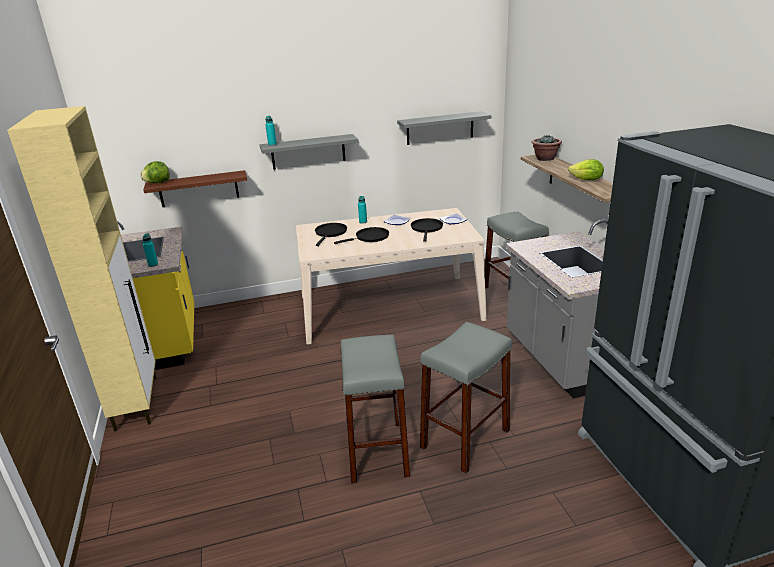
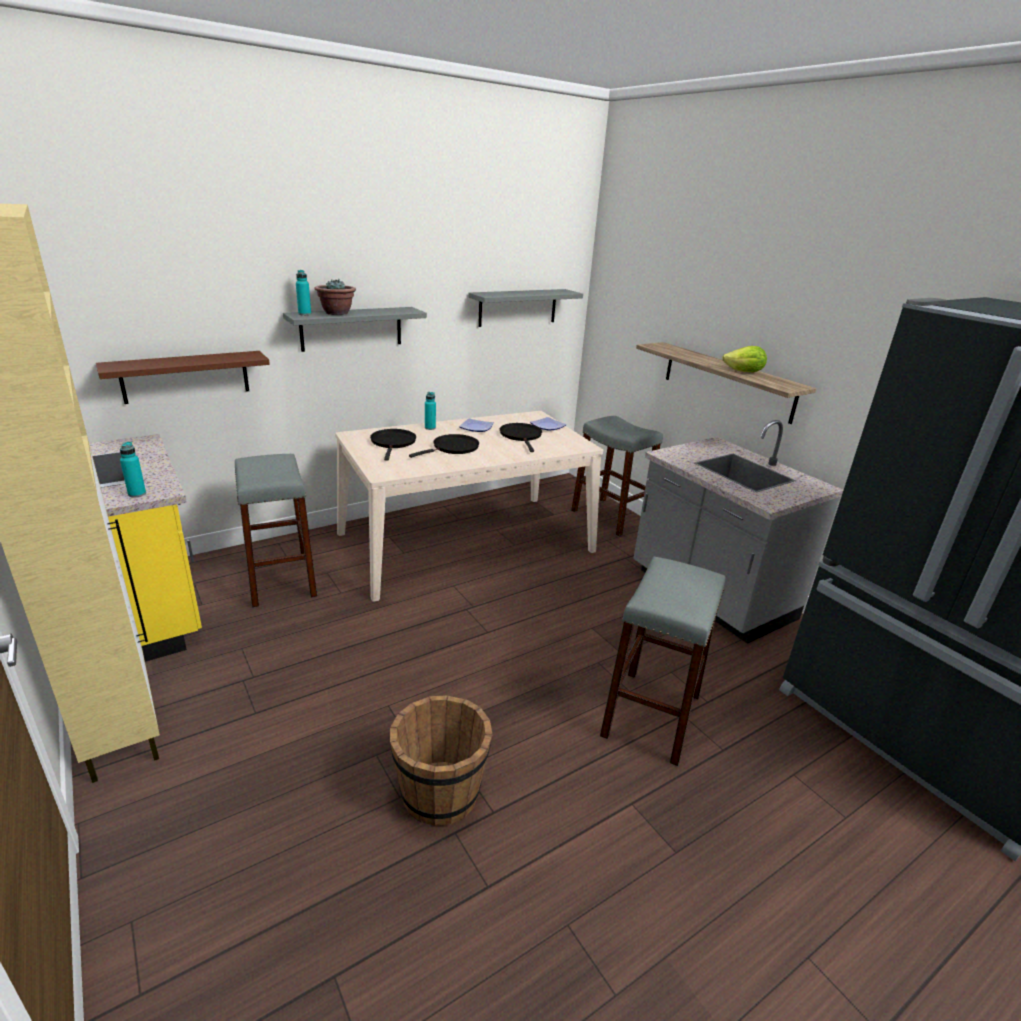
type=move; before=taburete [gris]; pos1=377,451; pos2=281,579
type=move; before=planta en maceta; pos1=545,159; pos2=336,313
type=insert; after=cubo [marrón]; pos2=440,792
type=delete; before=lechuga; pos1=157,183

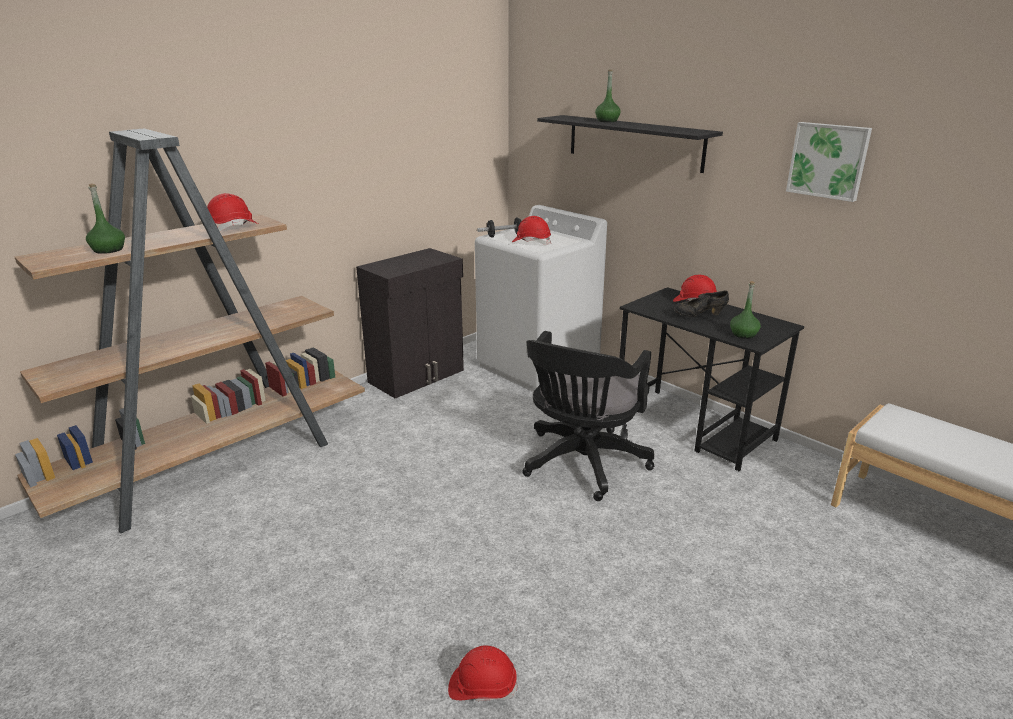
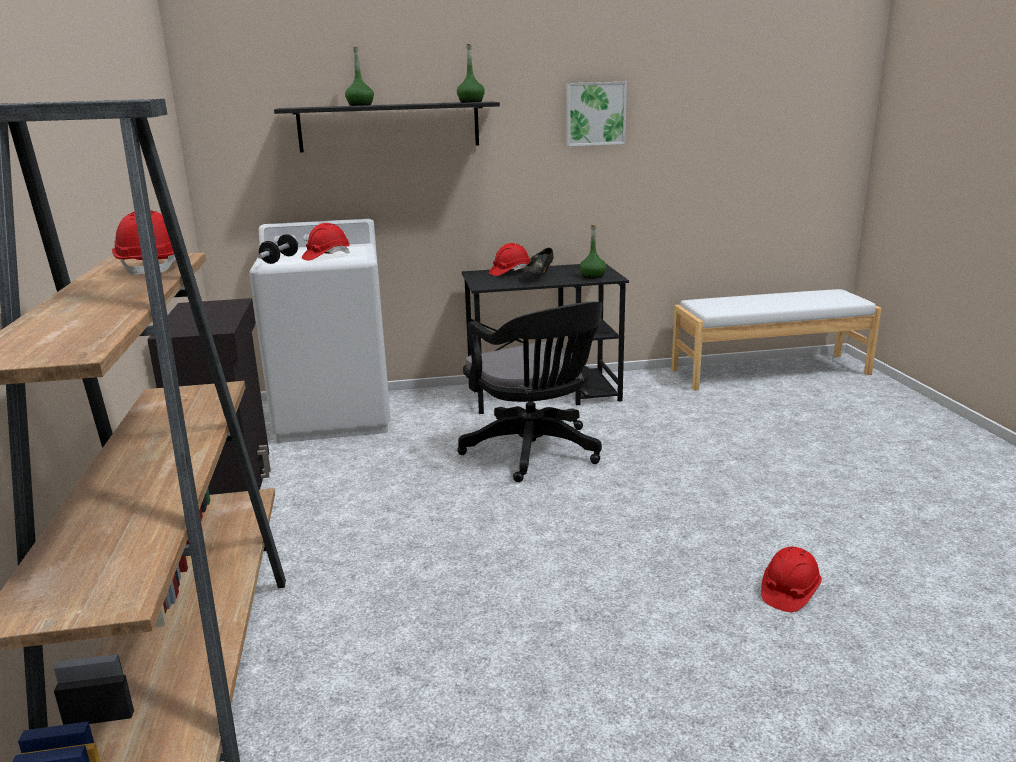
type=move; before=botella [verde]; pos1=109,250; pos2=471,102

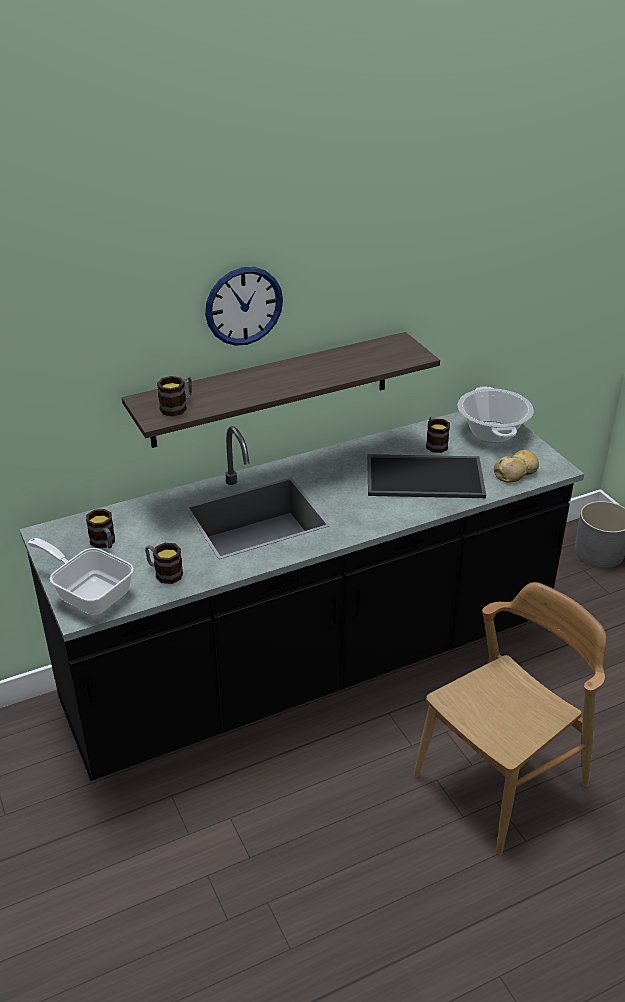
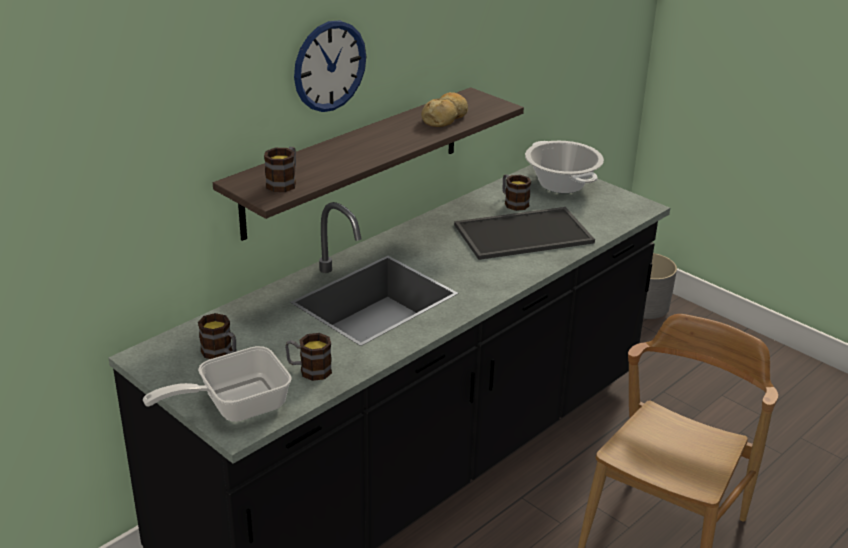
type=rotate; before=sartén; pos1=88,592; pos2=234,405; turn=-45
type=move; before=pan; pos1=516,472; pos2=445,118

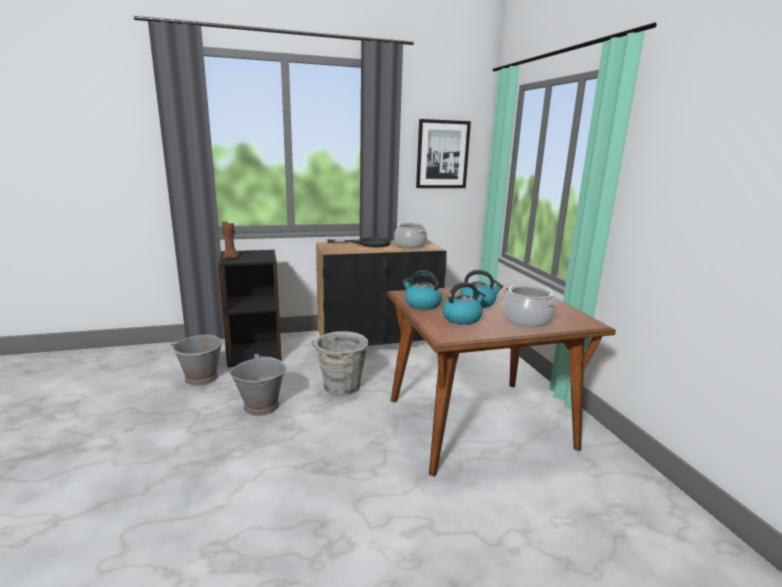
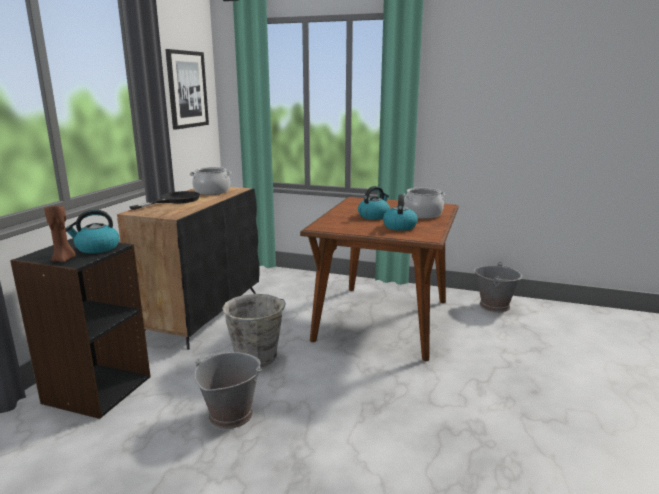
type=move; before=hervidor; pos1=422,304; pos2=97,248
type=move; before=cubo [gris]; pos1=202,378; pos2=494,306

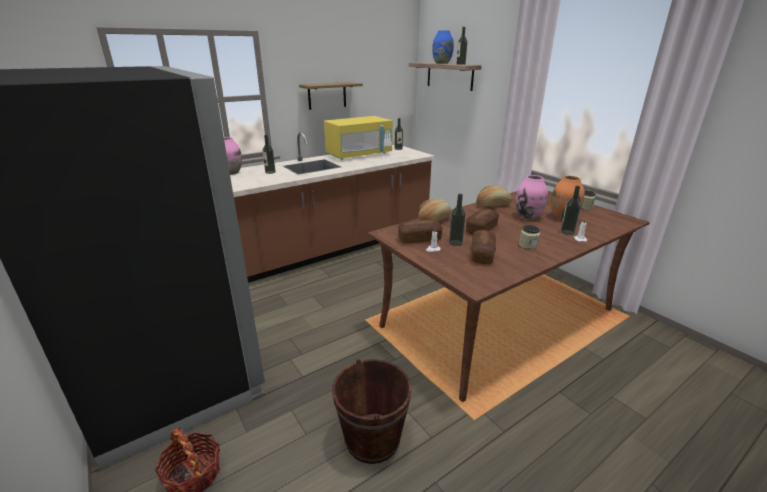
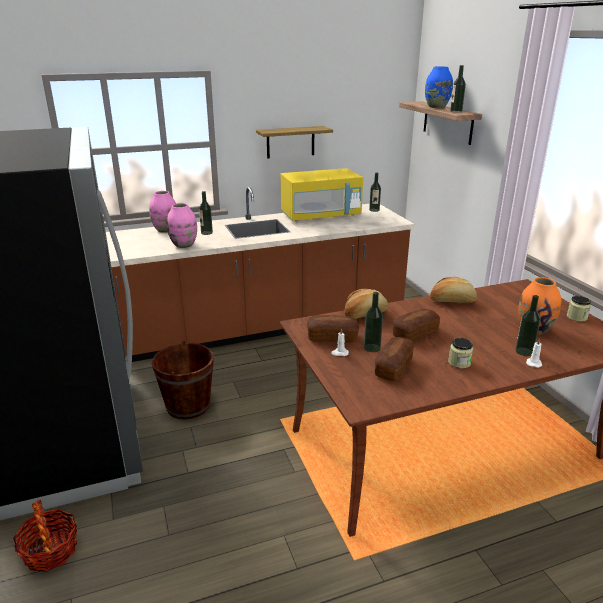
type=move; before=cubo [marrón]; pos1=372,439; pos2=188,406
type=move; before=florero [rosa]; pos1=528,216; pos2=184,245

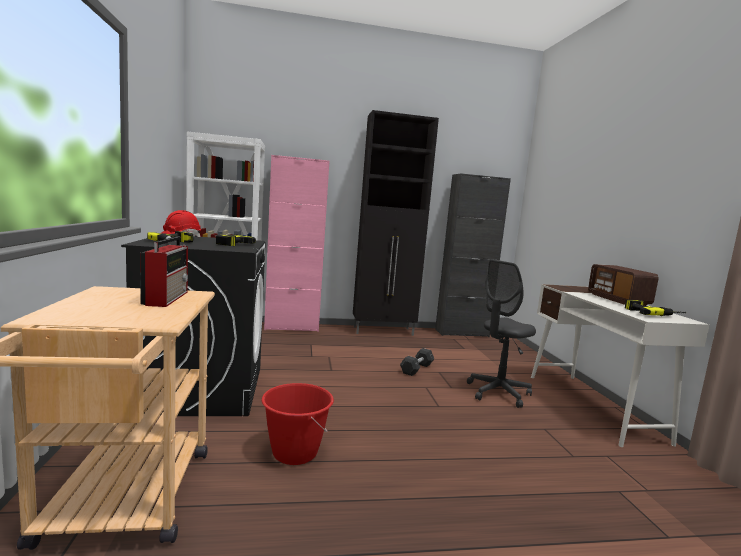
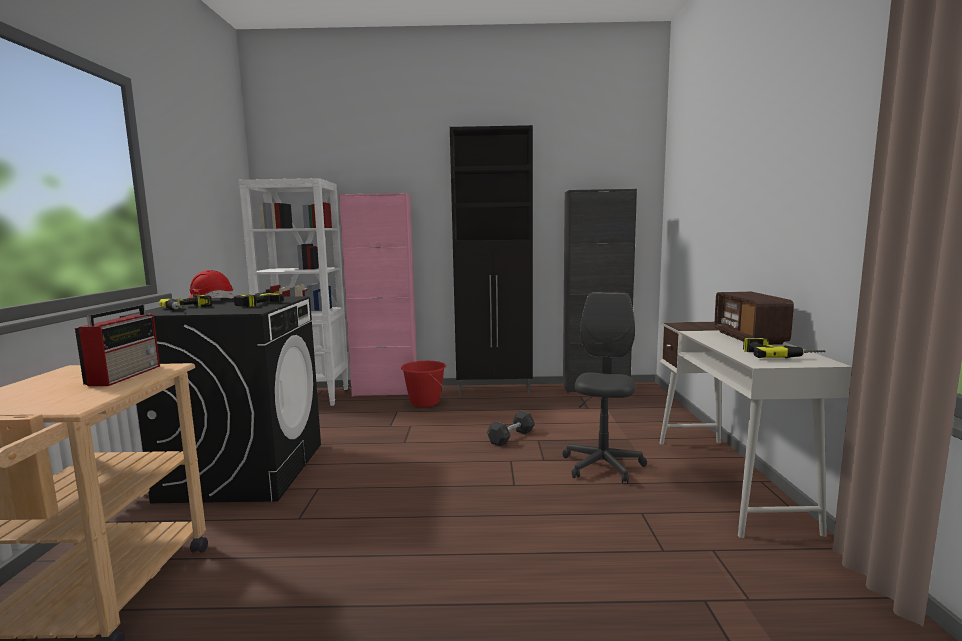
type=move; before=cubo [rojo]; pos1=294,452; pos2=424,402
type=rotate; before=silla de oficina [gris]; pos1=498,393; pos2=602,466; turn=135

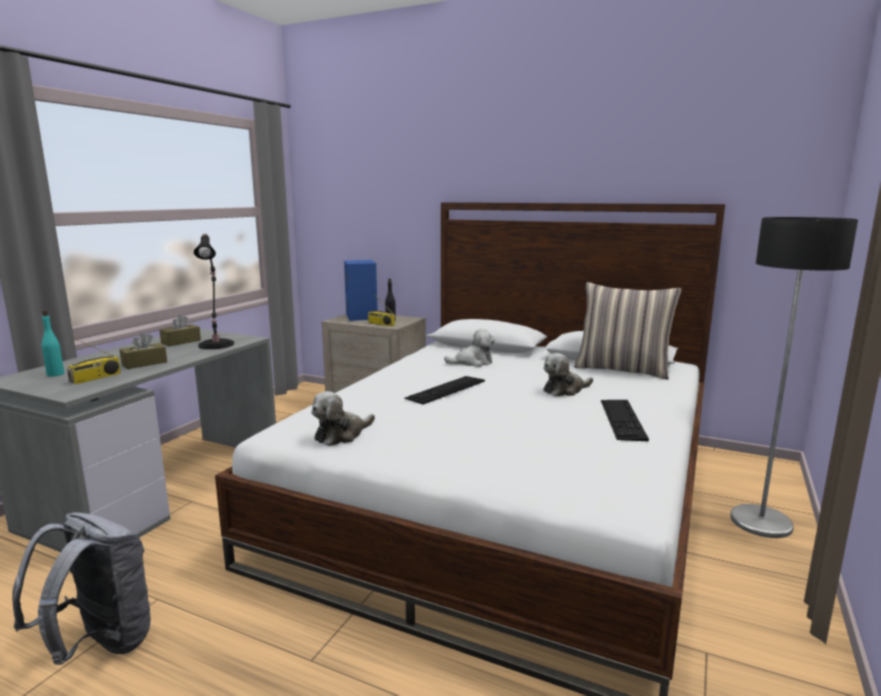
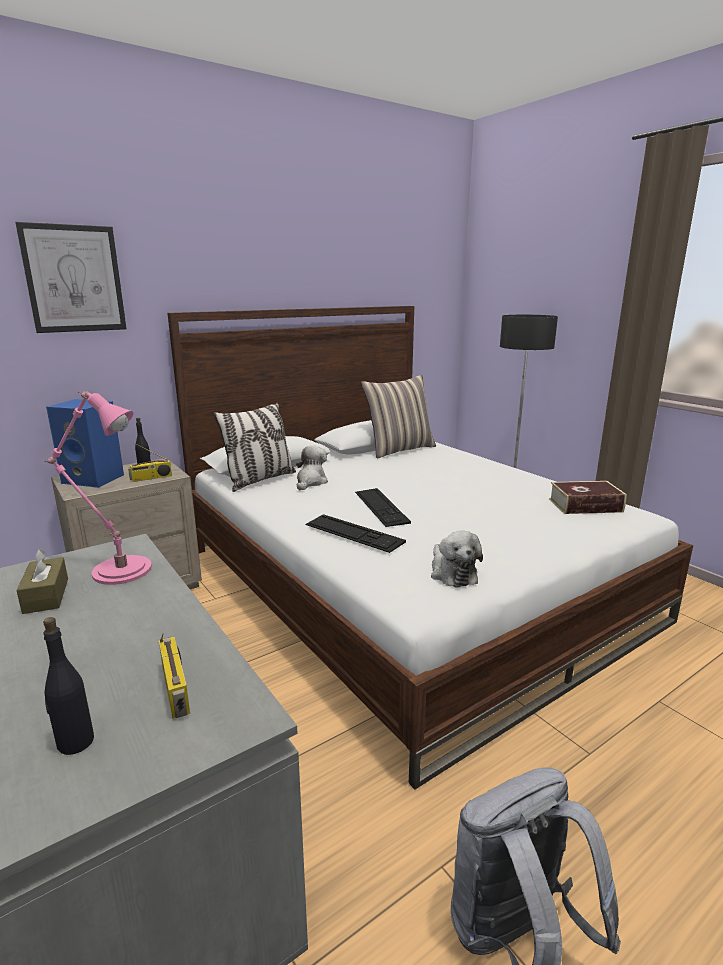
type=insert; after=cuadro; pos2=74,279
type=recolor; before=botella [turquesa]; after=botella [negro]; pos1=55,374; pos2=75,742
type=recolor; before=lámpara de mesa [negro]; after=lámpara de mesa [rosa]; pos1=217,344; pos2=118,569
type=insert; after=cojín; pos2=260,480
type=move; before=teclado; pos1=622,419; pos2=354,533
type=insert; after=libro; pos2=585,505
type=delete; before=caja de pañuelos [marrón]; pos1=144,363
type=delete; before=peluche; pos1=565,390

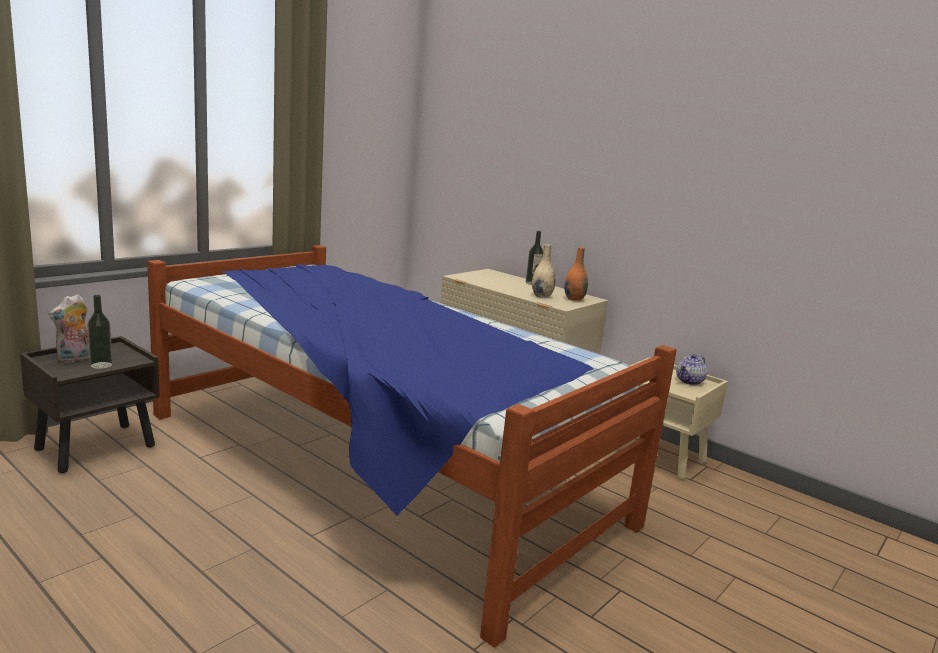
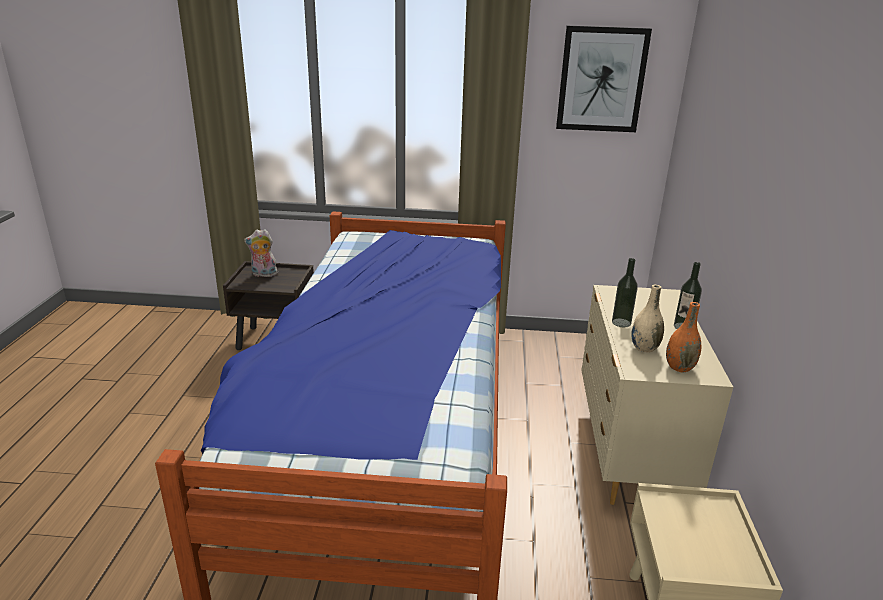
type=insert; after=cuadro; pos2=601,79
type=move; before=botella; pos1=101,365; pos2=621,323
type=delete; before=tetera; pos1=689,381

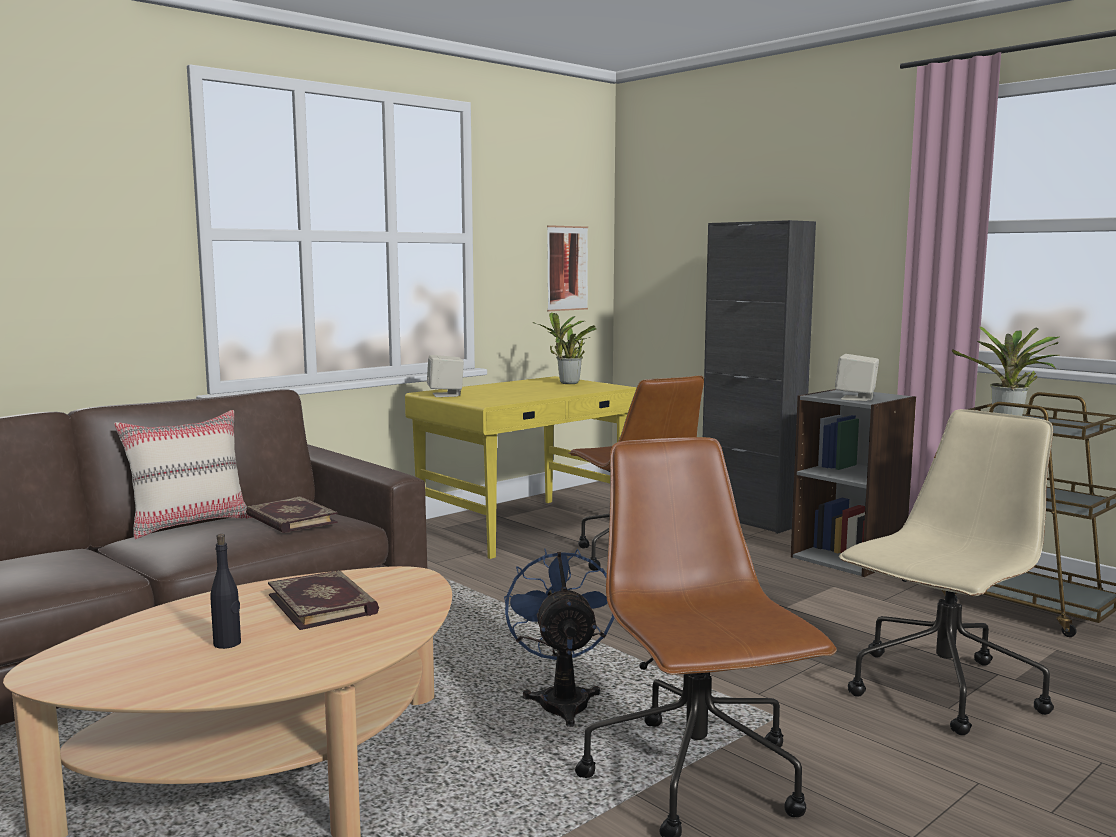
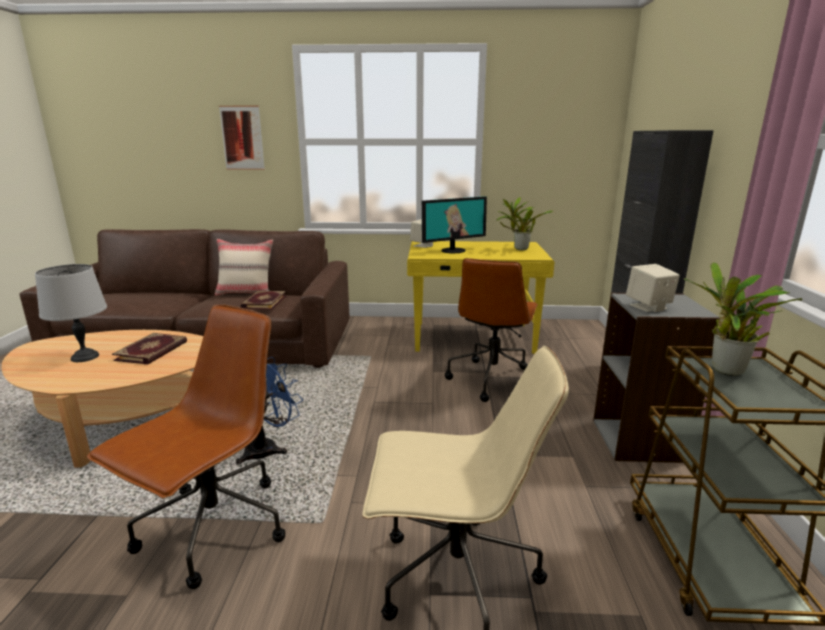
type=replace; before=botella [negro]; after=lámpara de mesa [gris]; pos1=227,643; pos2=85,356
type=move; before=cuadro; pos1=567,268; pos2=242,138
type=insert; after=monitor; pos2=453,250

